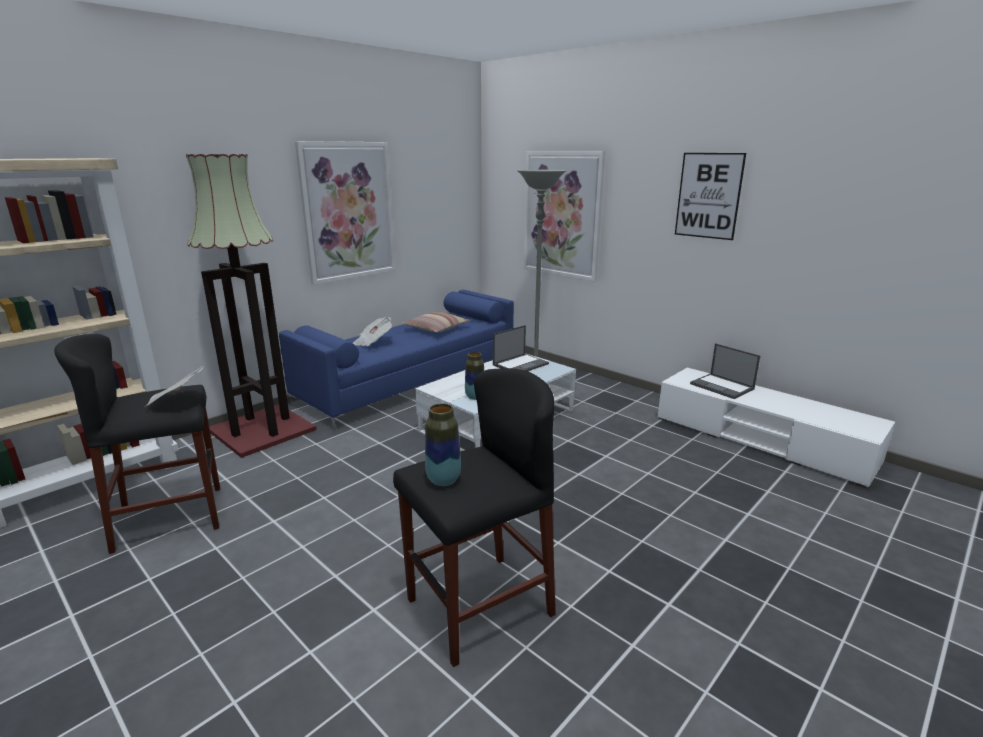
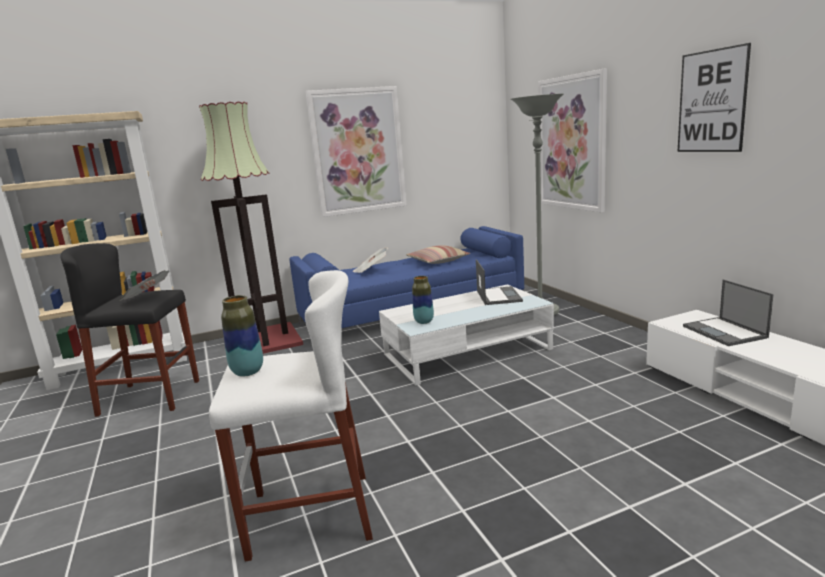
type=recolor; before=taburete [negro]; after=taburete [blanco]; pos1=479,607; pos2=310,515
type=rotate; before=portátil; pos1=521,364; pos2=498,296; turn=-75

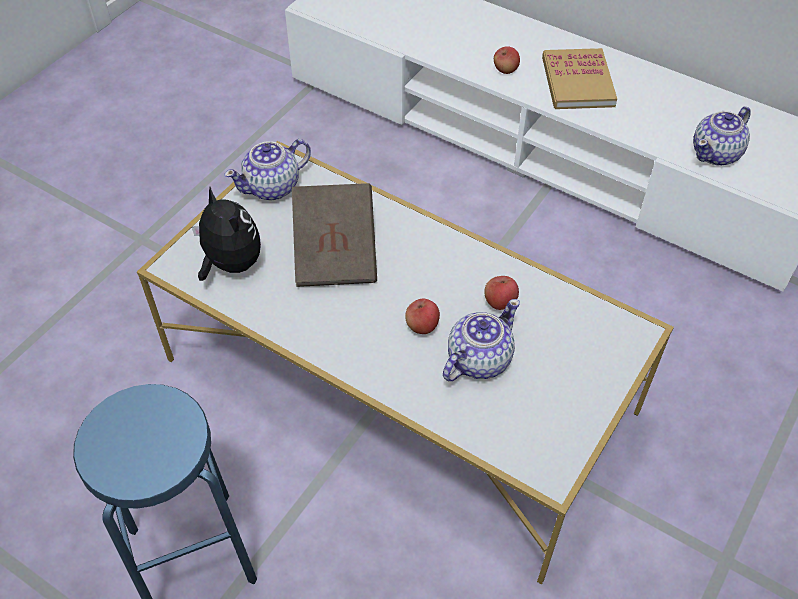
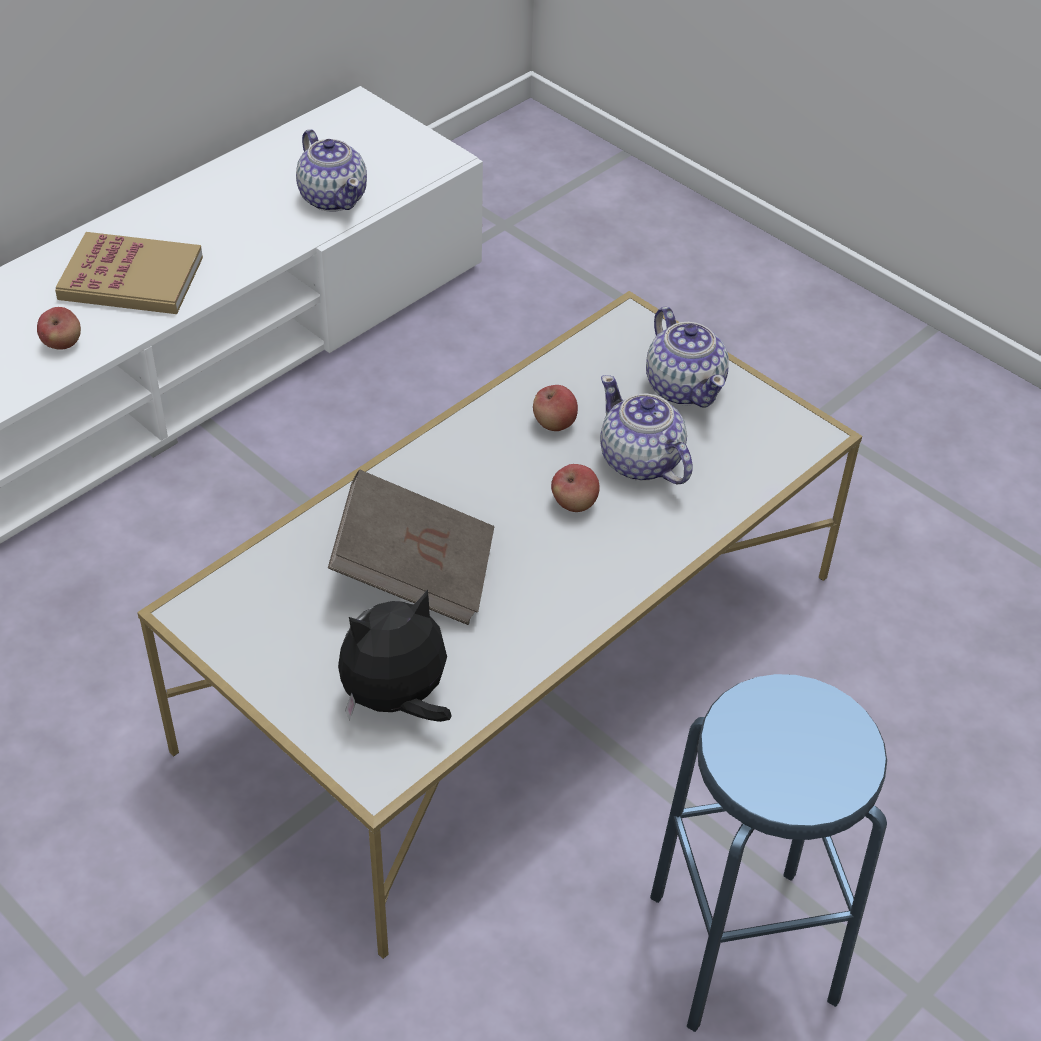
type=move; before=tetera; pos1=273,187; pos2=684,386

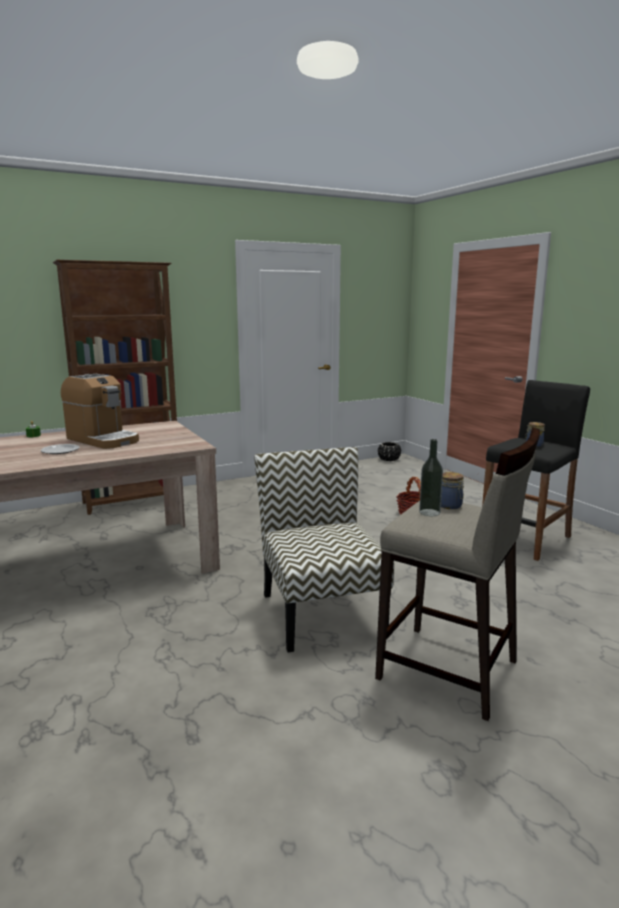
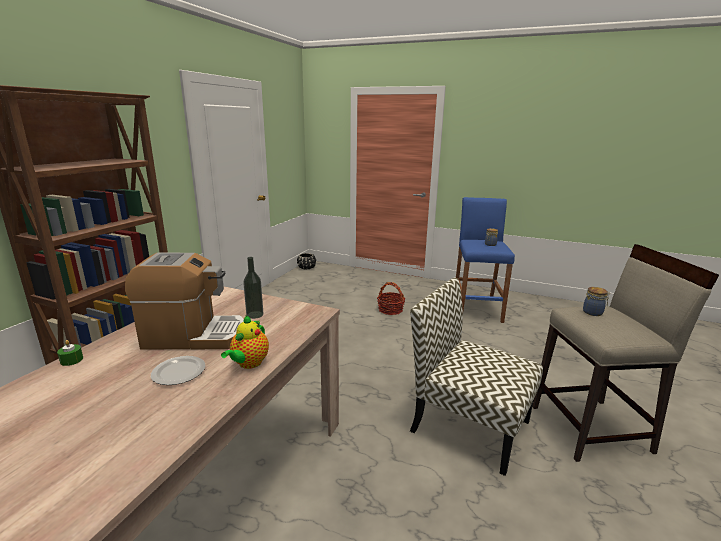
type=insert; after=tetera; pos2=249,364
type=move; before=botella; pos1=429,512; pos2=255,315
type=recolor; before=taburete [negro]; after=taburete [azul]; pos1=526,539; pos2=476,309

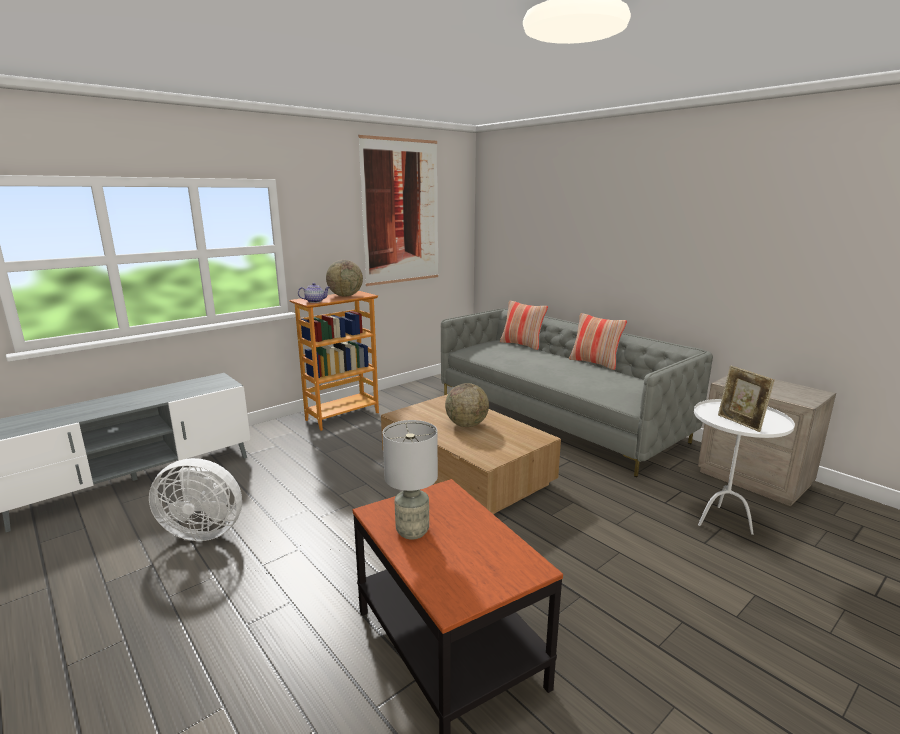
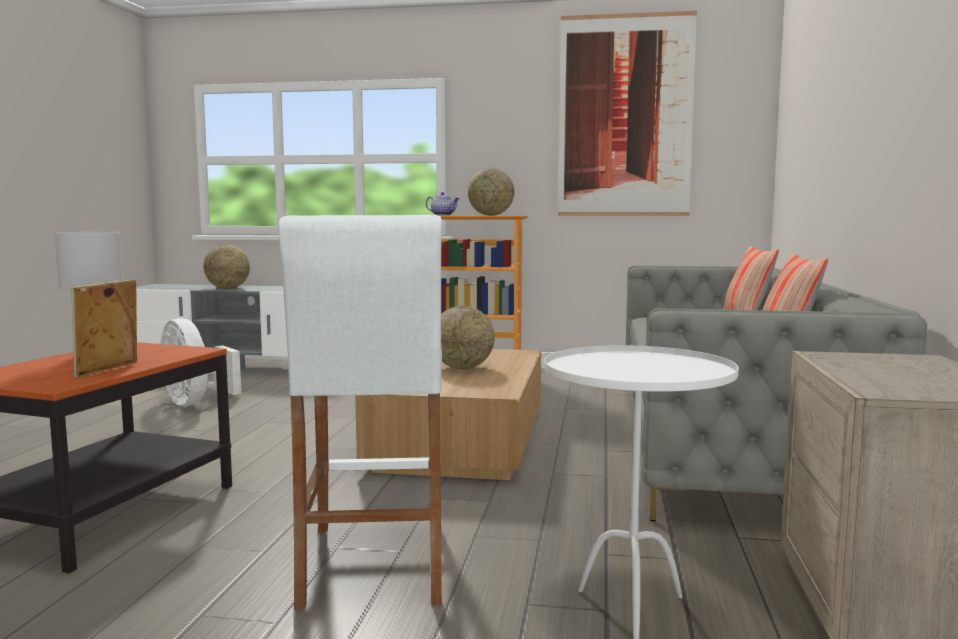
type=move; before=portarretratos; pos1=740,423; pos2=108,370
type=insert; after=globo terráqueo; pos2=227,288
type=insert; after=taburete [blanco]; pos2=374,563

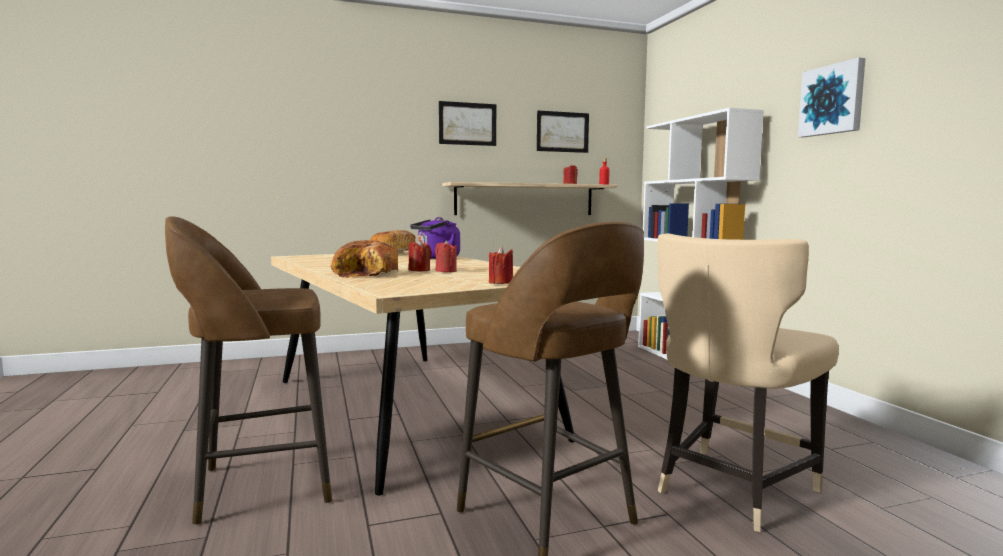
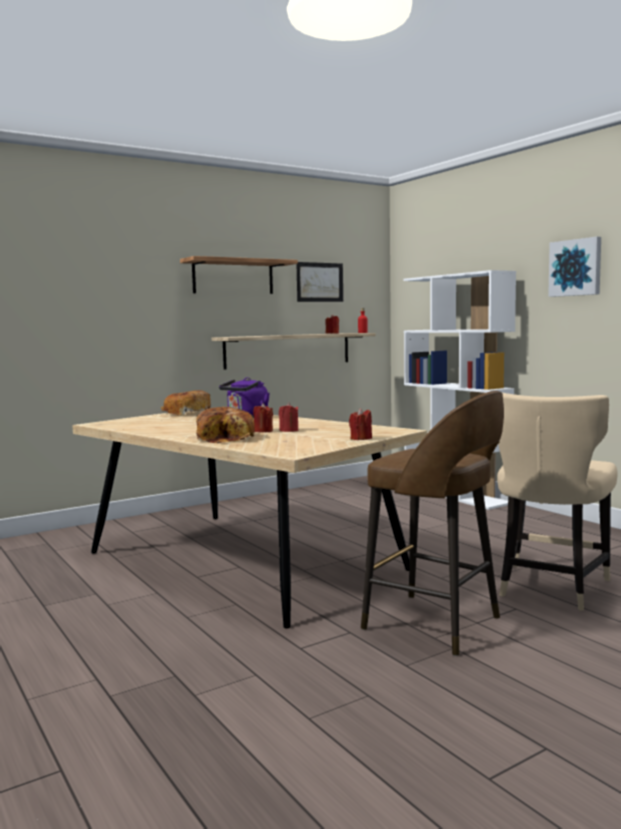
type=replace; before=cuadro; after=estante; pos1=467,124; pos2=233,277
type=delete; before=taburete [marrón]; pos1=260,485

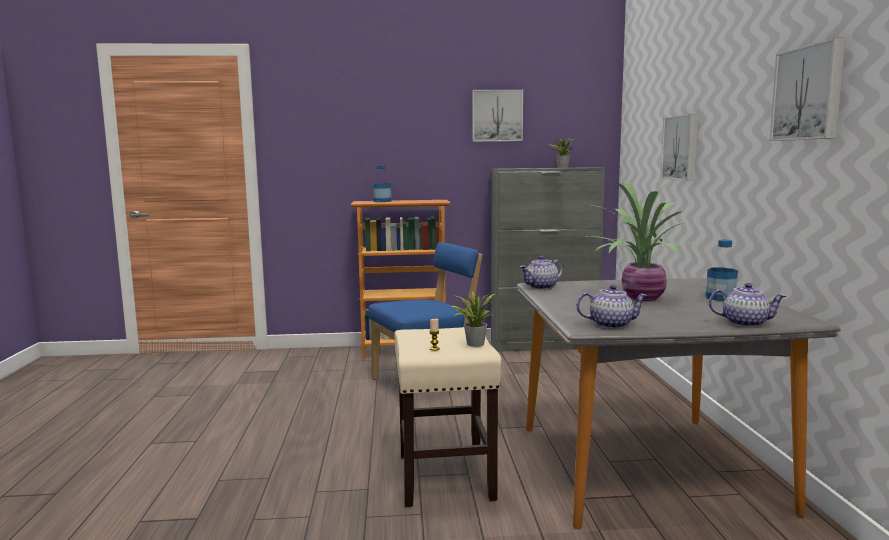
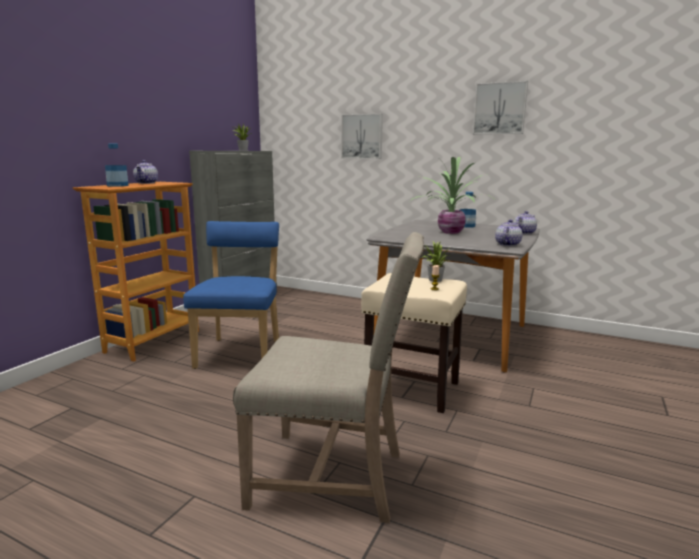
type=move; before=tetera; pos1=541,287; pos2=146,183
type=insert; after=silla [beis]; pos2=333,476
type=delete; before=cuadro; pos1=497,116

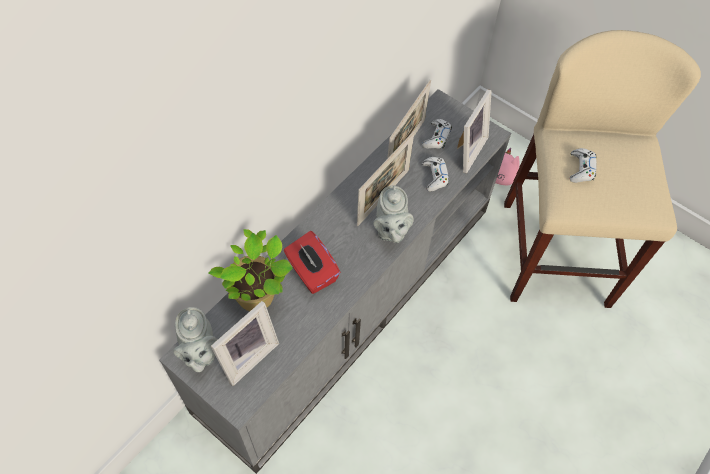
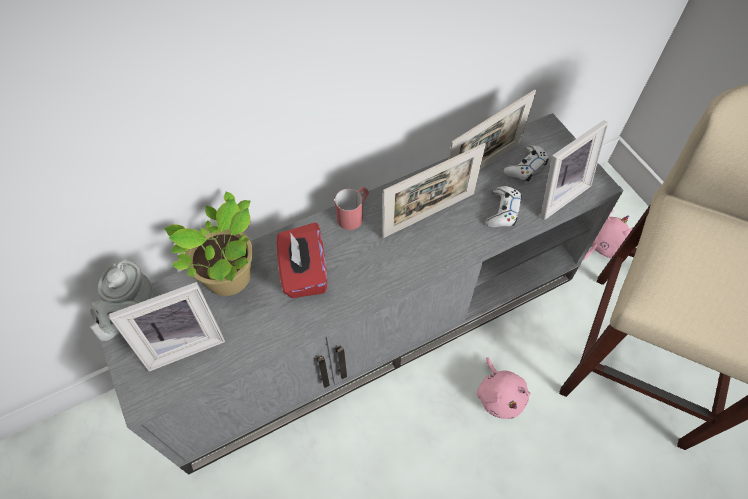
type=insert; after=taza grande [rojo]; pos2=354,214
type=insert; after=peluche [rosa]; pos2=500,395
type=delete; before=tetera [gris]; pos1=390,231
type=delete; before=mando de consola [blanco]; pos1=581,169

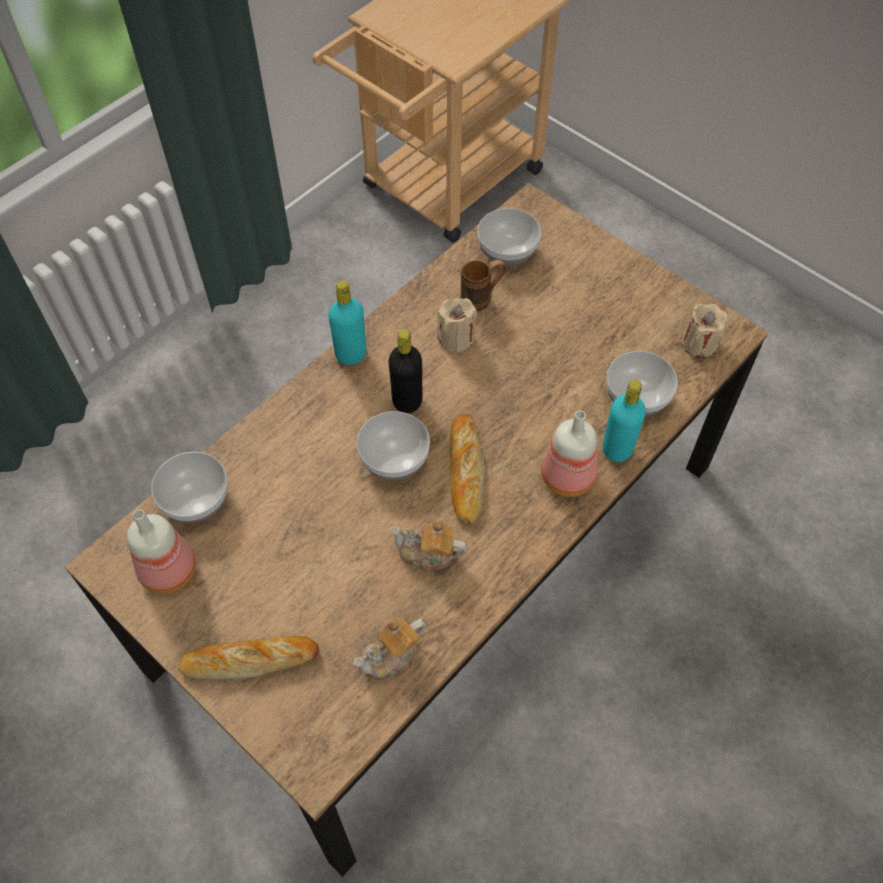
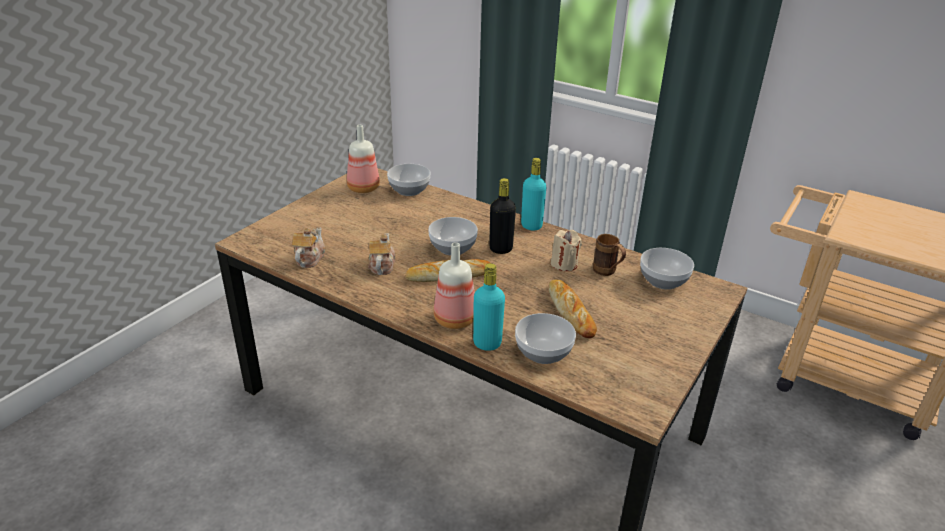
type=rotate; before=tetera; pos1=392,657; pos2=309,259; turn=60
type=move; before=pan; pos1=249,660; pos2=570,312
type=delete; before=vela [beis]; pos1=699,344

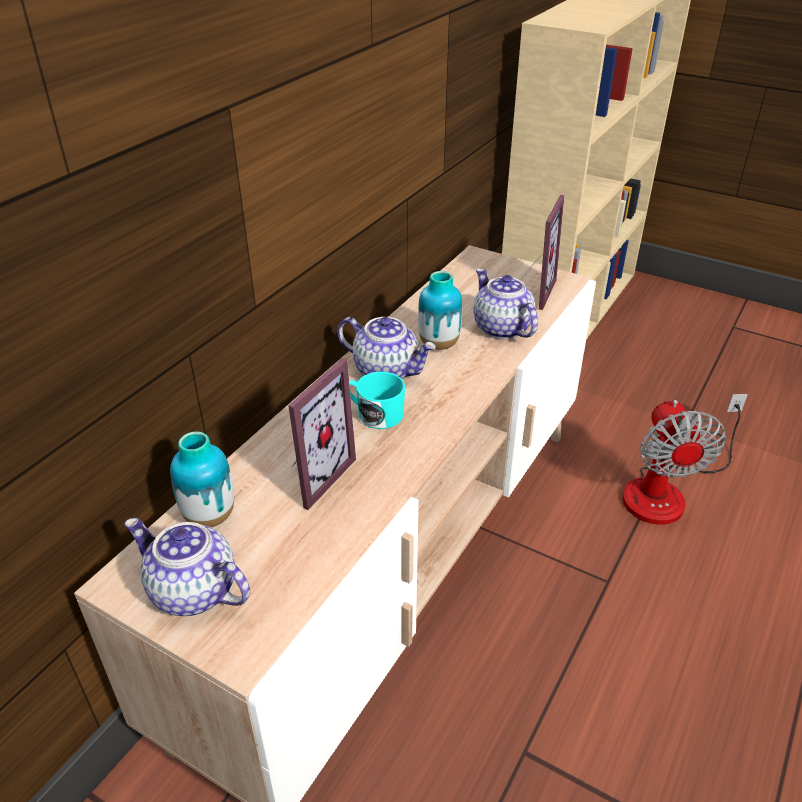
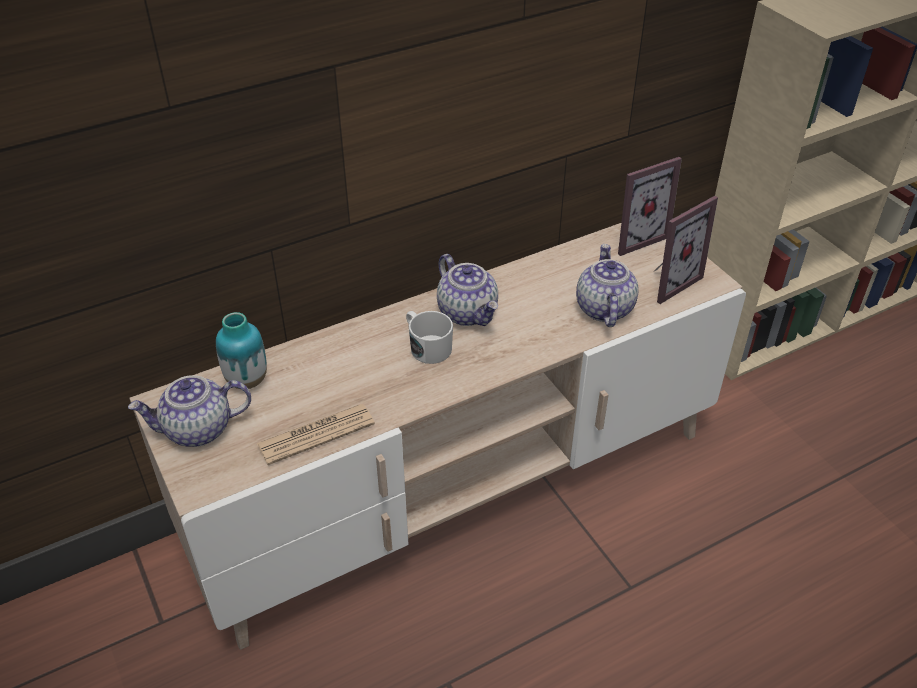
type=rotate; before=tetera; pos1=192,591; pos2=197,430; turn=-75
type=insert; after=periódico; pos2=316,434
type=recolor; before=taza grande [turquesa]; after=taza grande [blanco]; pos1=374,413; pos2=427,347
type=move; before=portarretratos; pos1=312,475; pos2=634,237
type=delete; before=florero; pos1=438,344
type=delete; before=ventilador; pos1=667,491

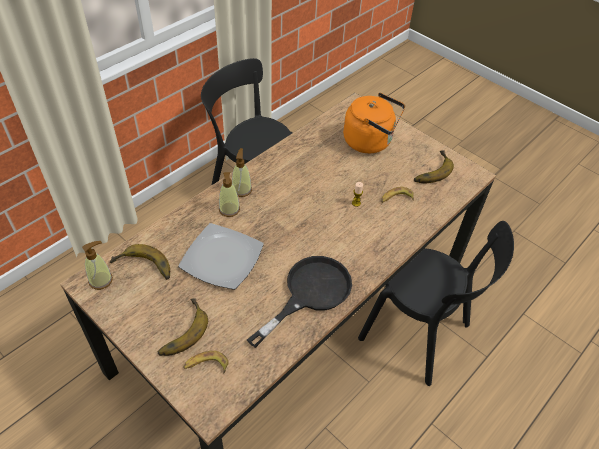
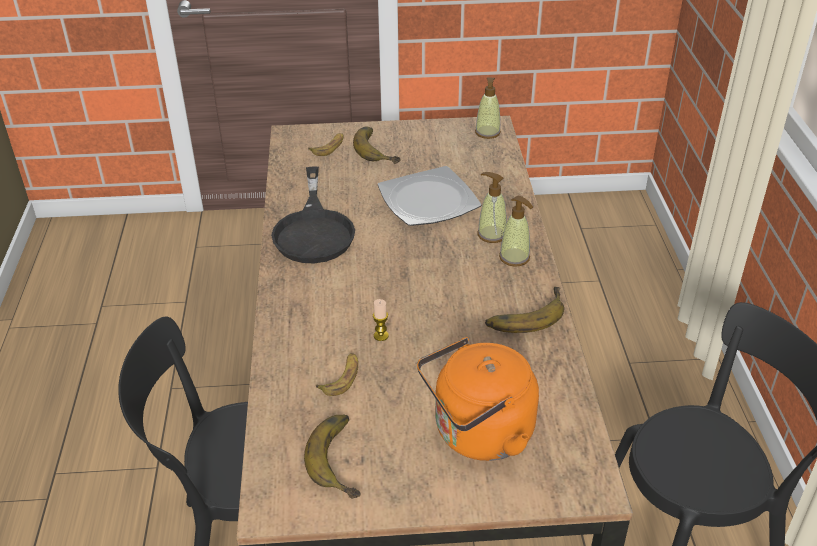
type=move; before=plátano; pos1=143,269; pos2=523,314

